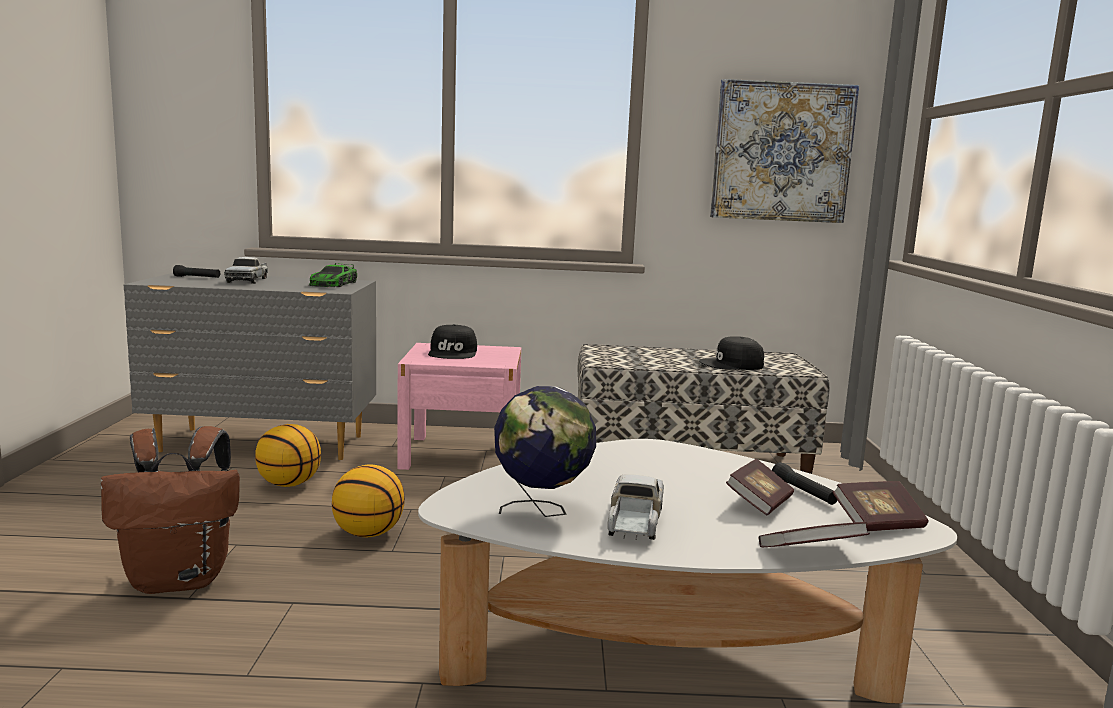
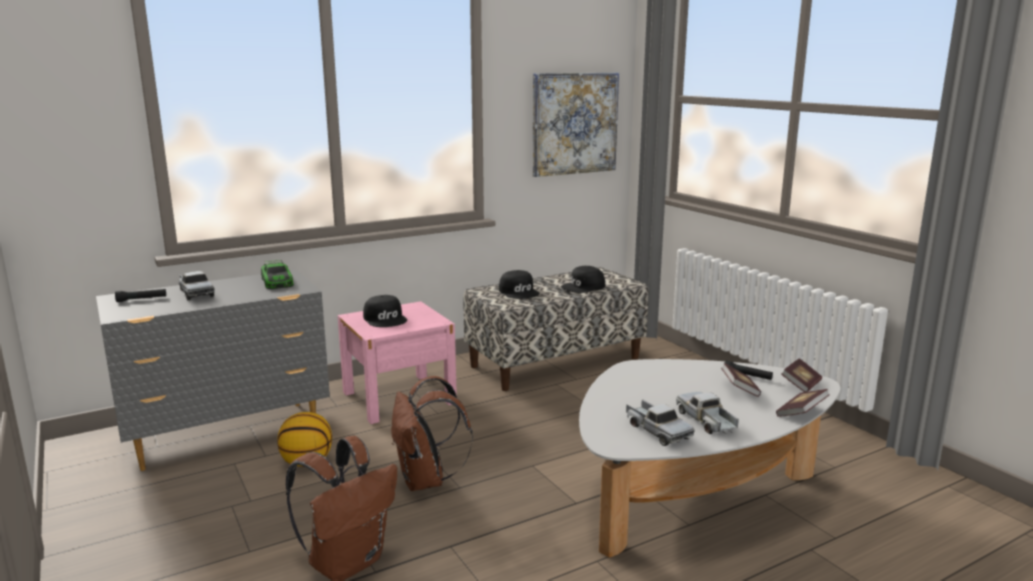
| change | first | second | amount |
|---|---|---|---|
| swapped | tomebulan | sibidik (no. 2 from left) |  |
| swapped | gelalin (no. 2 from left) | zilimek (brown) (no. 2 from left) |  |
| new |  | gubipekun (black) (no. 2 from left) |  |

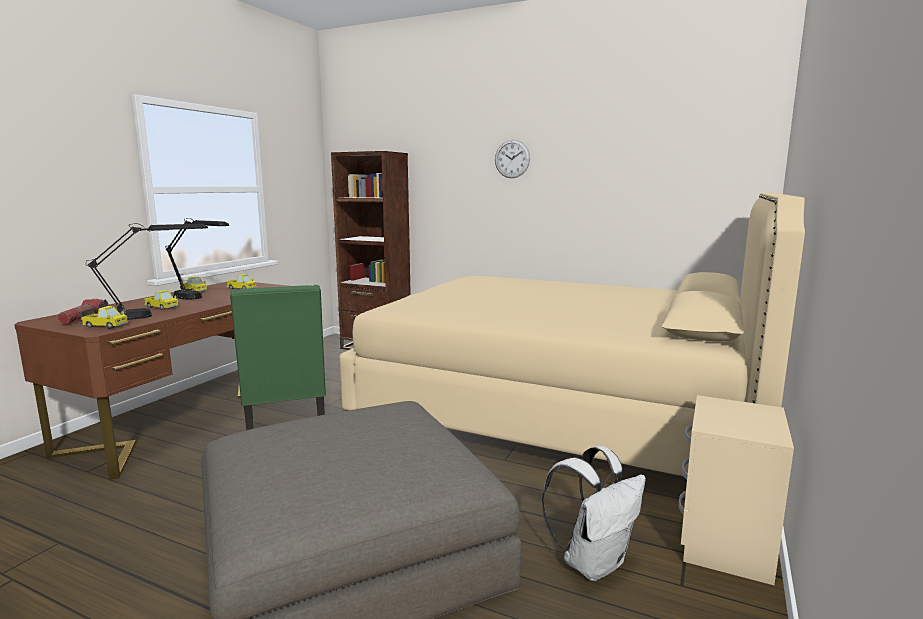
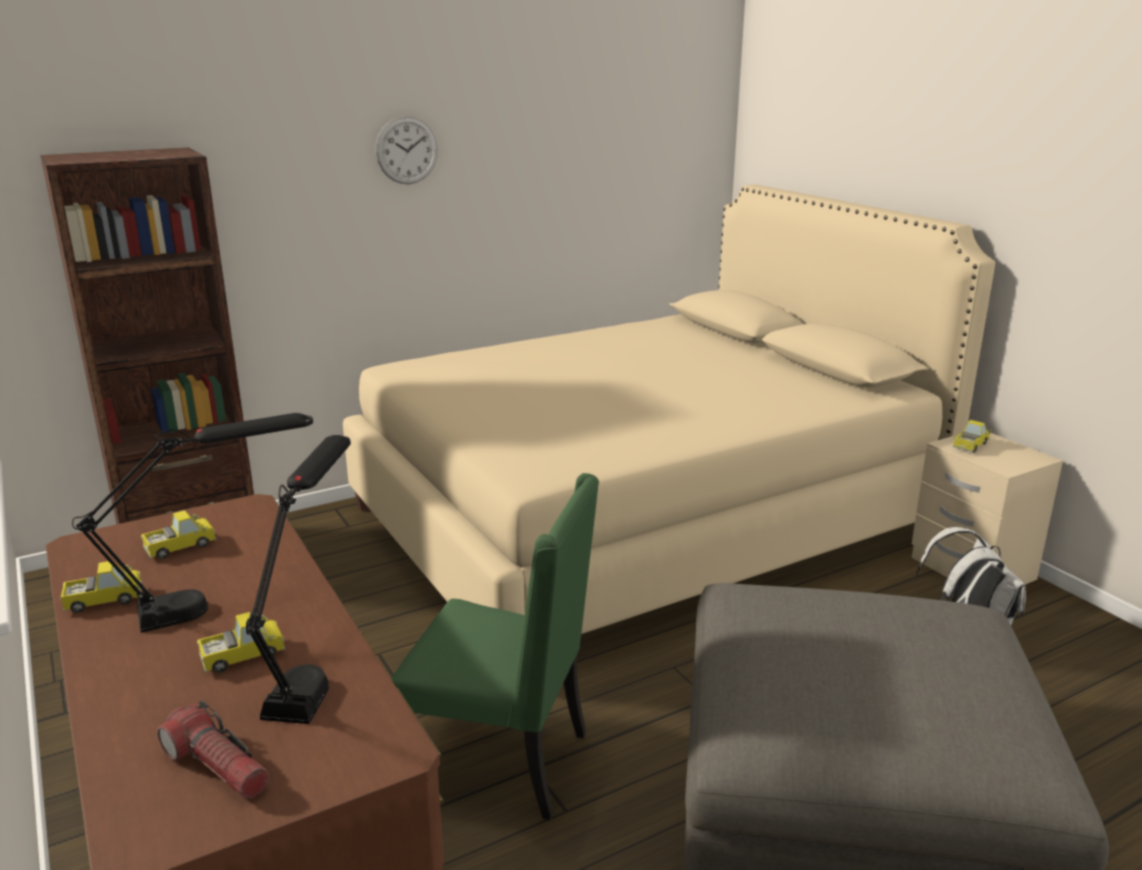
| change | first | second | amount |
|---|---|---|---|
| shifted | sibidik (no. 1 from left in the first image) | sibidik (no. 4 from left) |  |

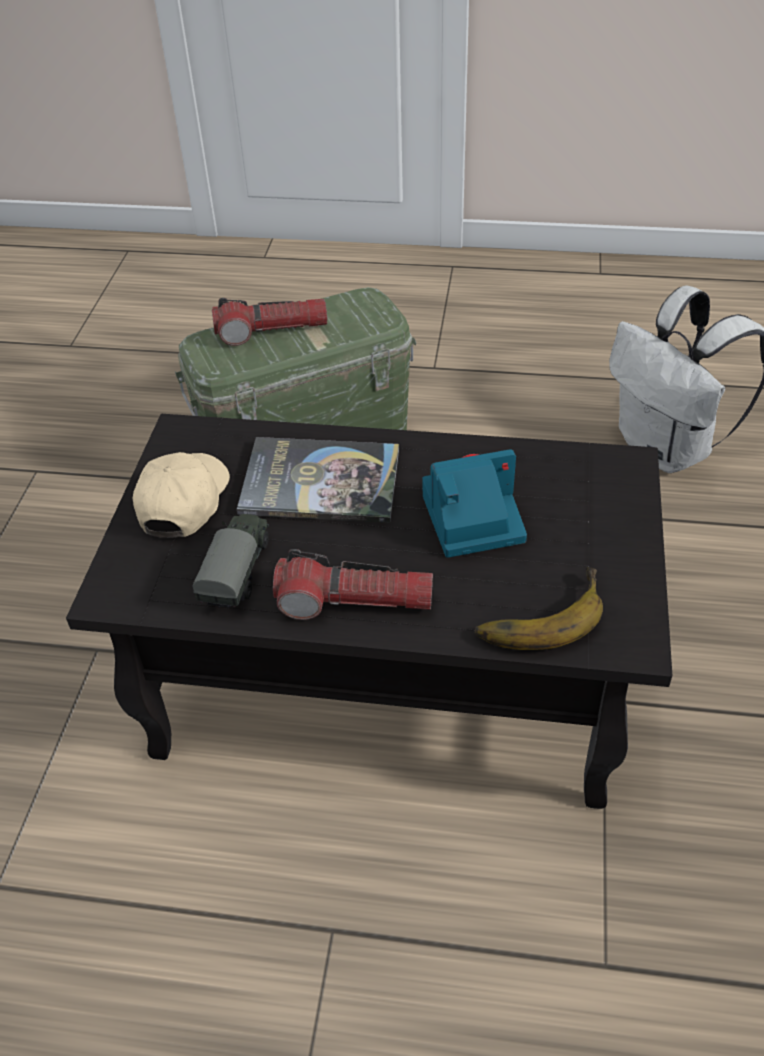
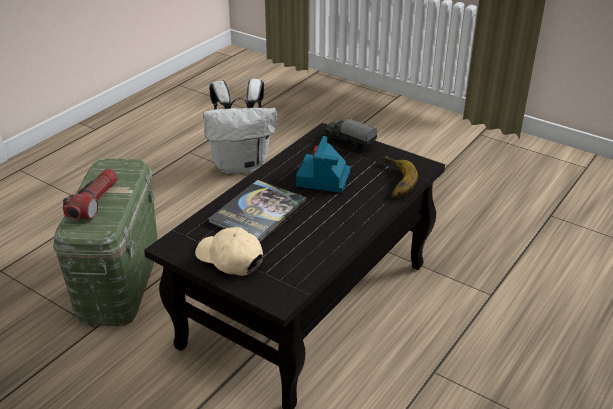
| change | first | second | amount |
|---|---|---|---|
| shifted | sibidik |  |  |
| gone | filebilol (no. 2 from left) |  |  |

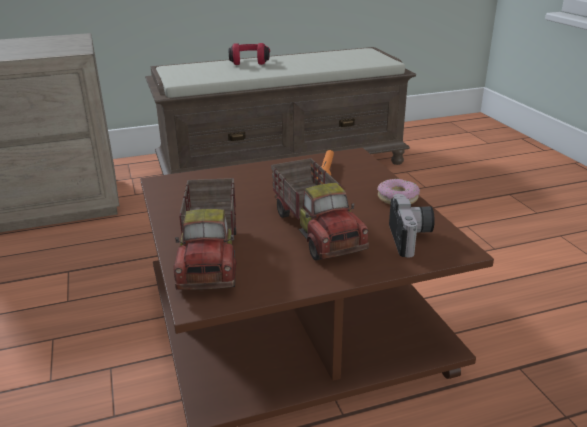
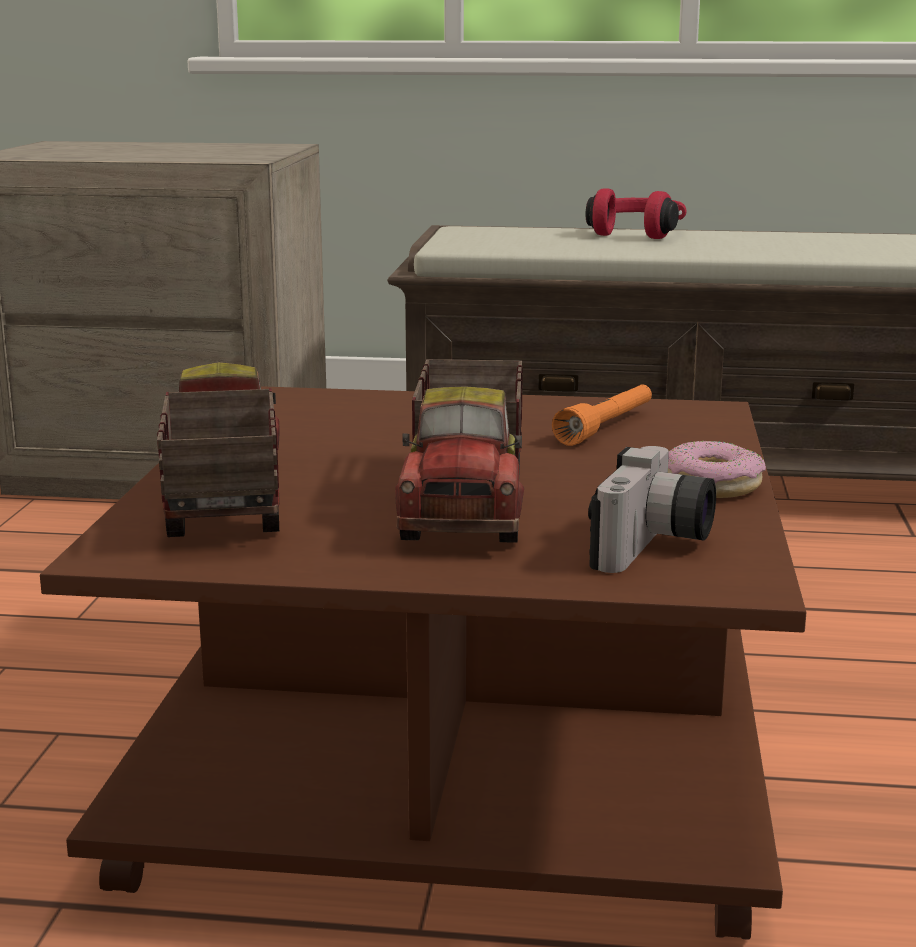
| change | first | second | amount |
|---|---|---|---|
| rotated | sibidik (no. 1 from left) |  | 150 degrees clockwise |

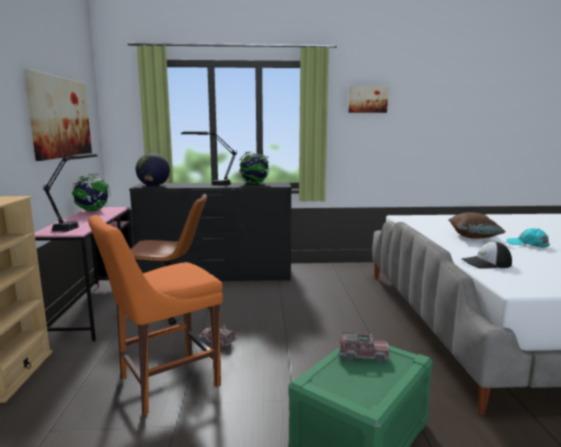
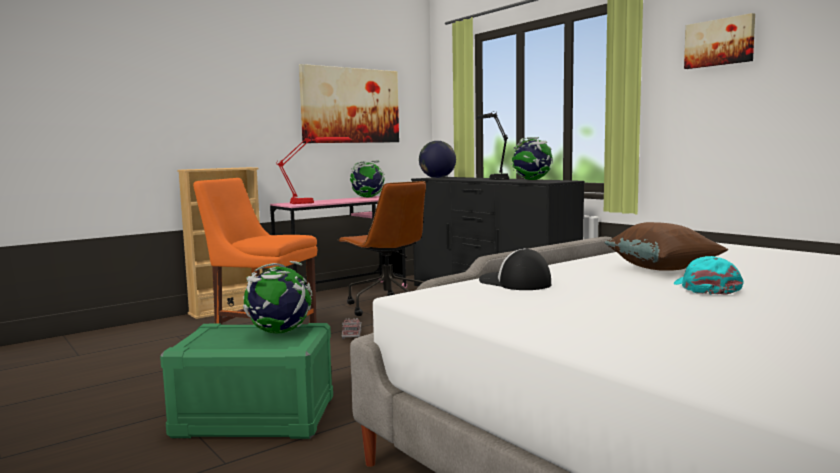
| change | first | second | amount |
|---|---|---|---|
| repainted | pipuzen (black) (no. 1 from left) | pipuzen (red) |  |
| swapped | sibidik (no. 2 from left) | tomebulan (no. 1 from left) |  |

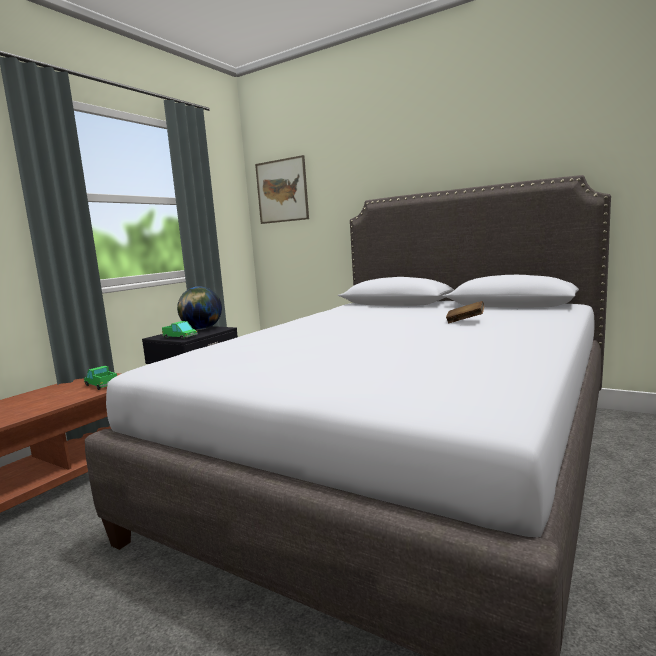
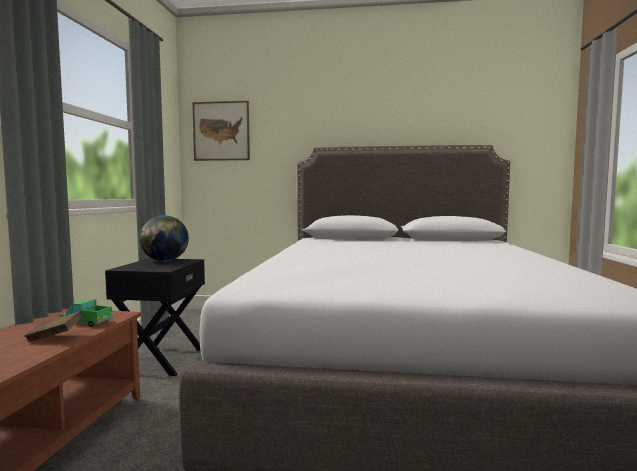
| change | first | second | amount |
|---|---|---|---|
| shifted | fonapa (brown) |  |  |
| gone | sibidik (no. 2 from left) |  |  |

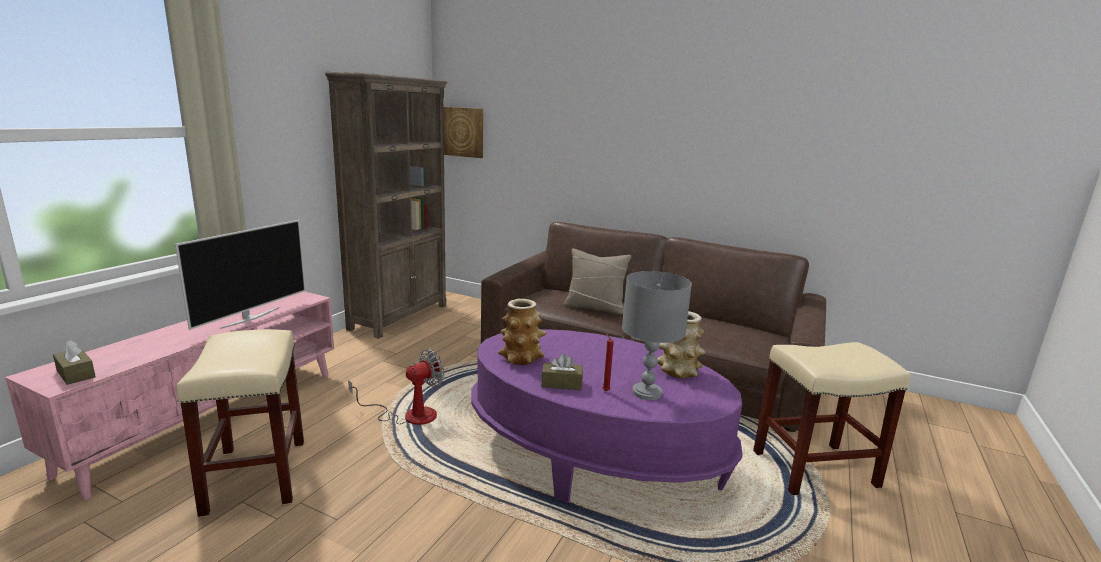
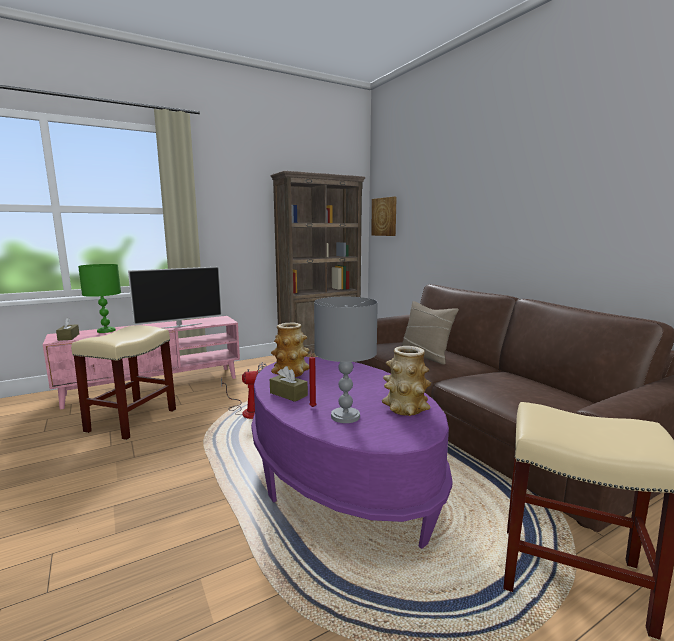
| change | first | second | amount |
|---|---|---|---|
| new |  | pipuzen (green) |  |

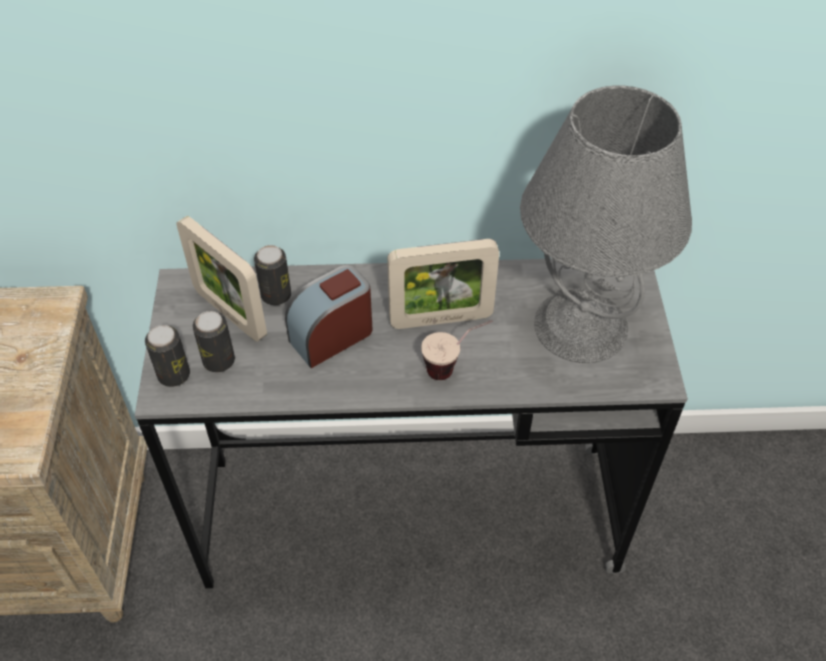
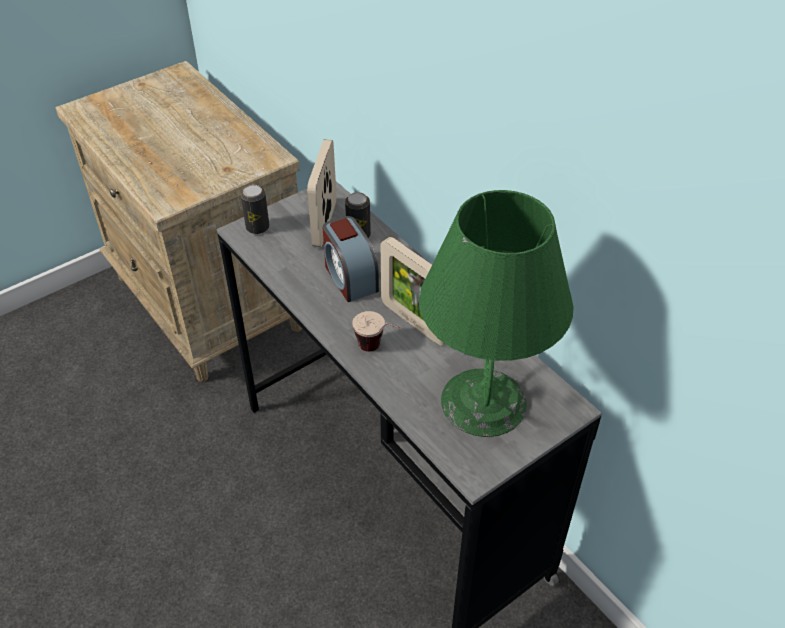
| change | first | second | amount |
|---|---|---|---|
| repainted | pipuzen (grey) | pipuzen (green) |  |
| rotated | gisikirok |  | 135 degrees counterclockwise |
| gone | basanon (no. 2 from left) |  |  |

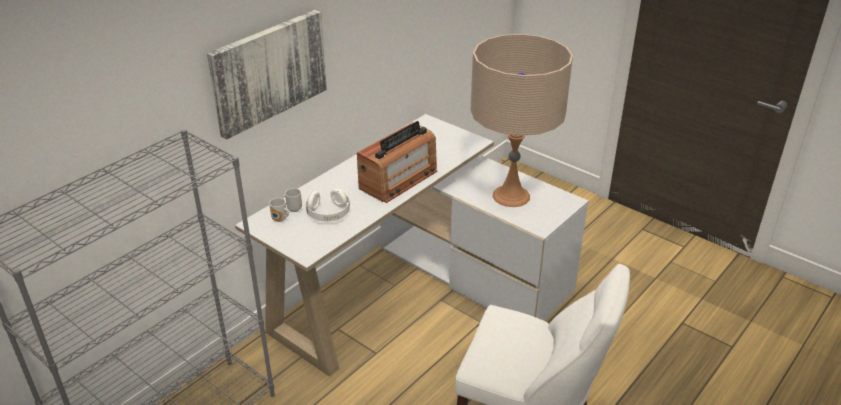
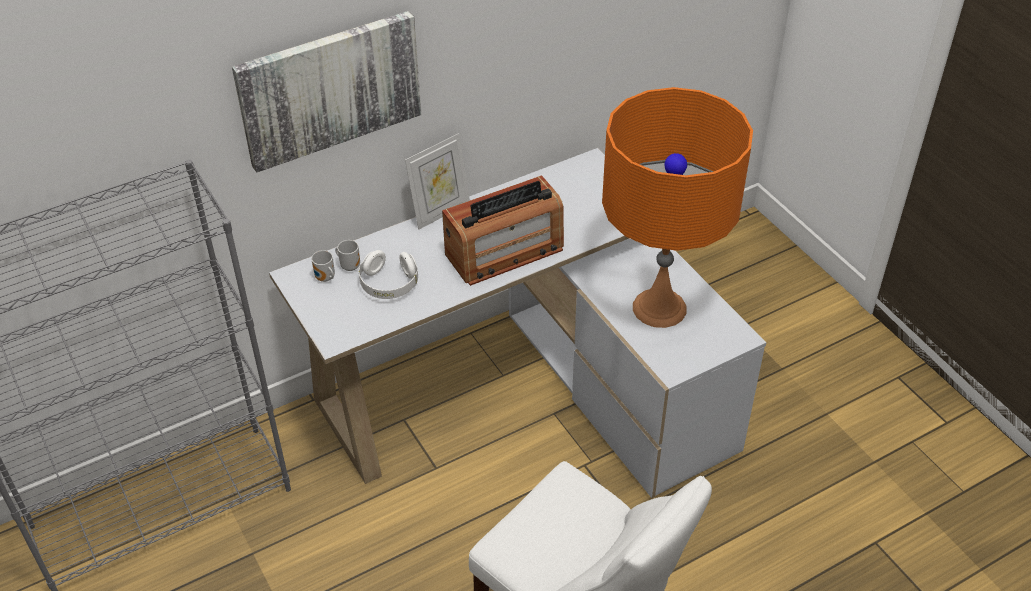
| change | first | second | amount |
|---|---|---|---|
| repainted | pipuzen (beige) | pipuzen (orange) |  |
| new |  | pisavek |  |

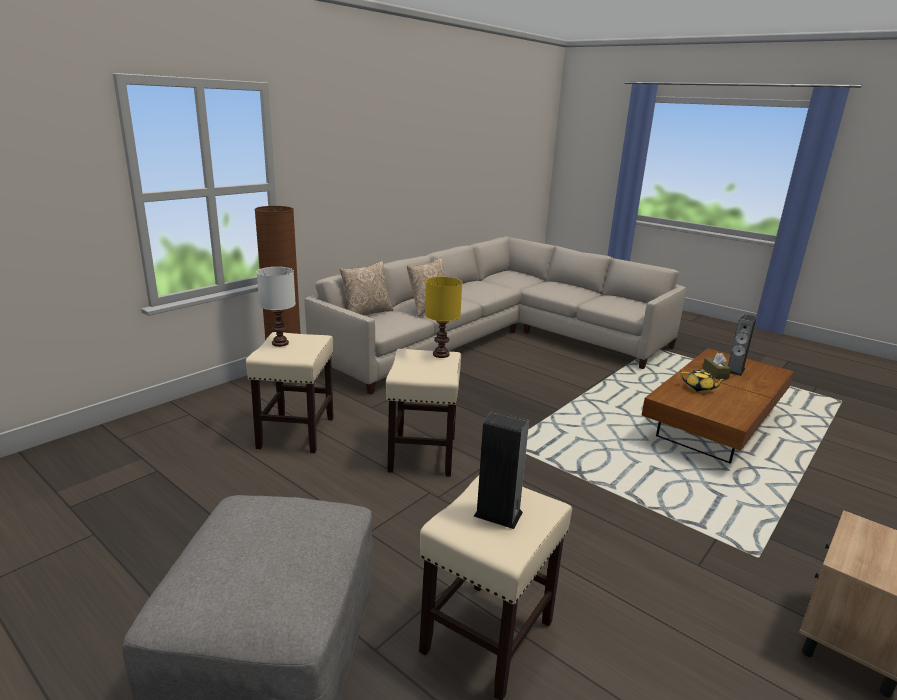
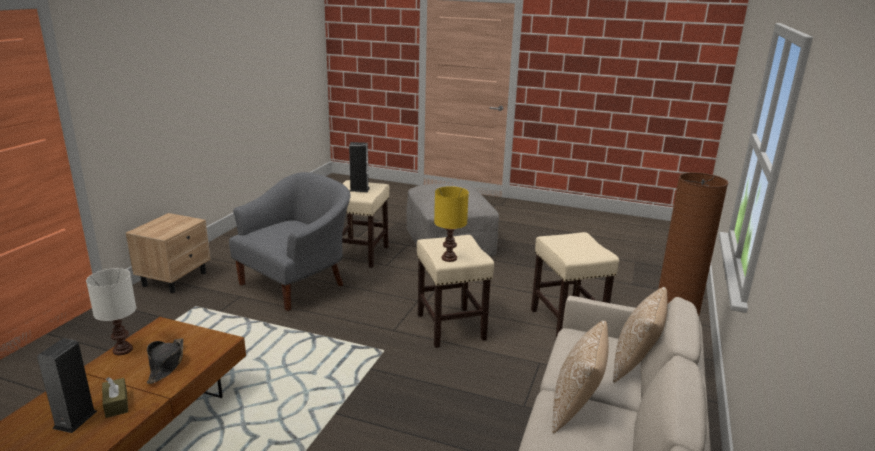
| change | first | second | amount |
|---|---|---|---|
| shifted | pipuzen (white) |  |  |
| swapped | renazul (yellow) | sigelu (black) |  |
| new |  | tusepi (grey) |  |

